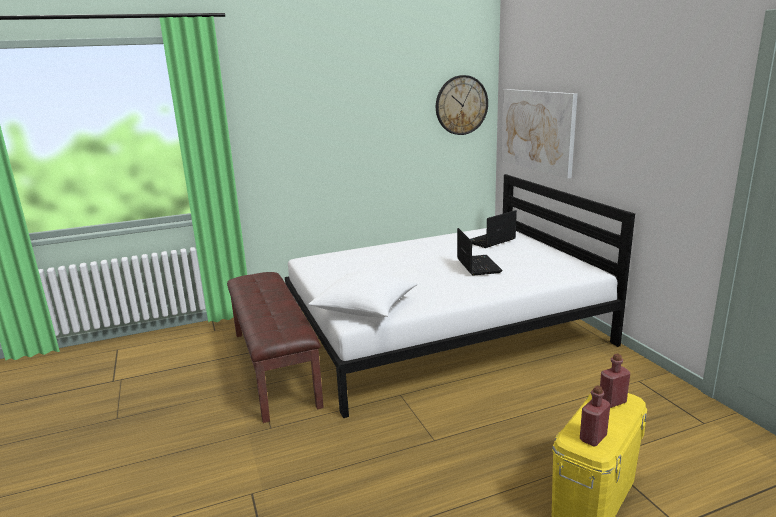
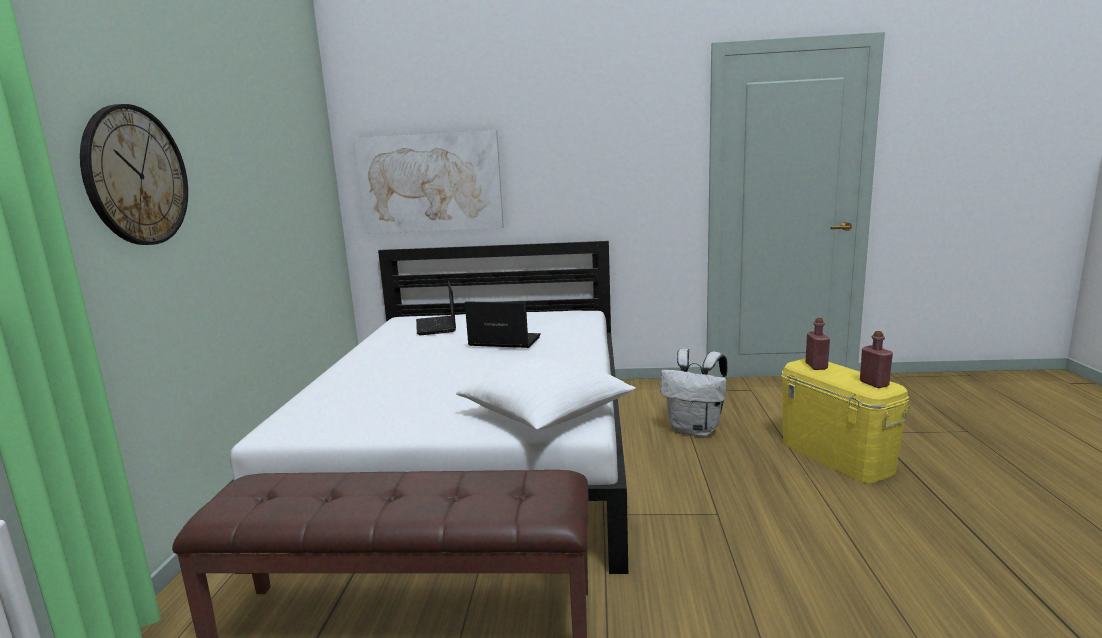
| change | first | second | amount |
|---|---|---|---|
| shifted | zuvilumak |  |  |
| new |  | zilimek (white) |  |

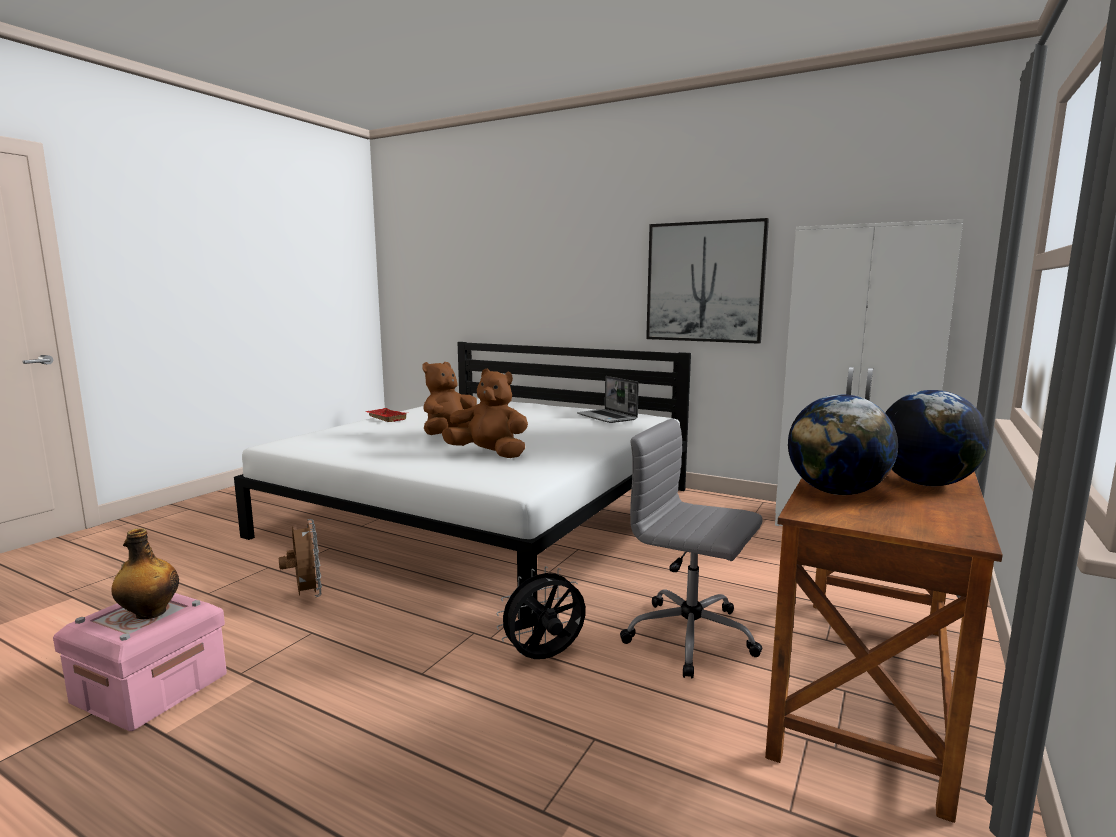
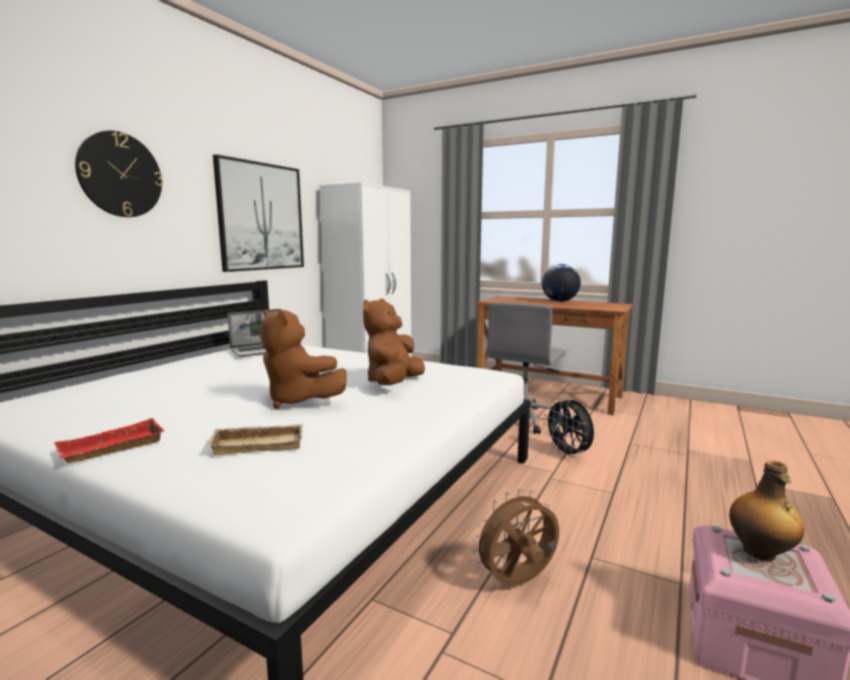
| change | first | second | amount |
|---|---|---|---|
| gone | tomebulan (no. 1 from left) |  |  |
| new |  | zuvilumak |  |
| new |  | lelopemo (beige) |  |

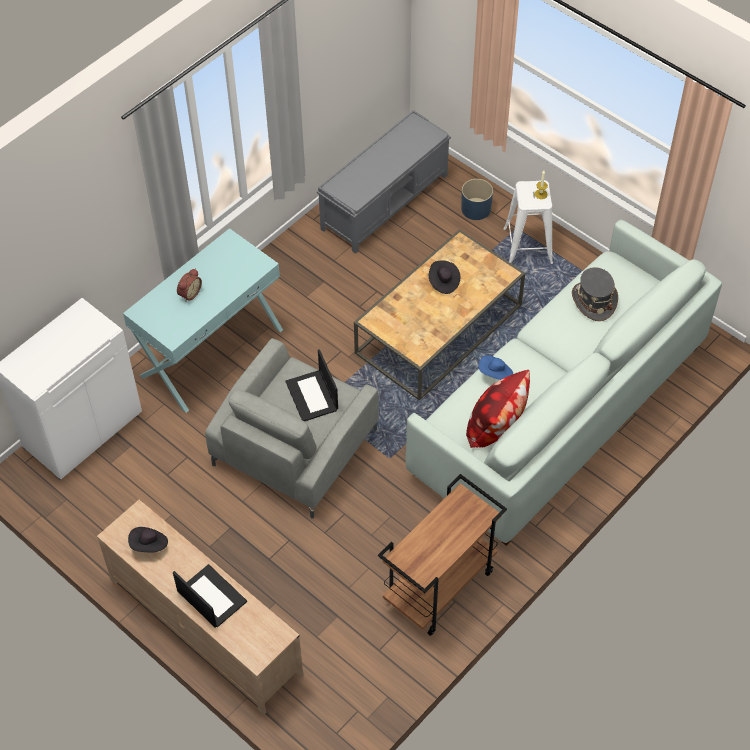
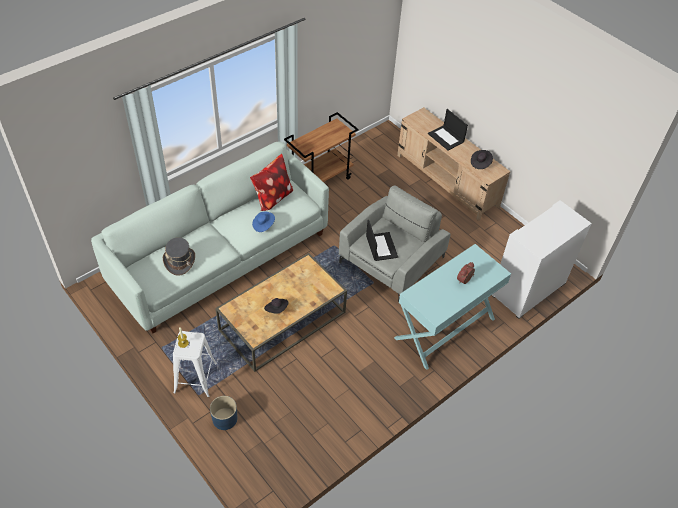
| change | first | second | amount |
|---|---|---|---|
| gone | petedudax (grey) |  |  |

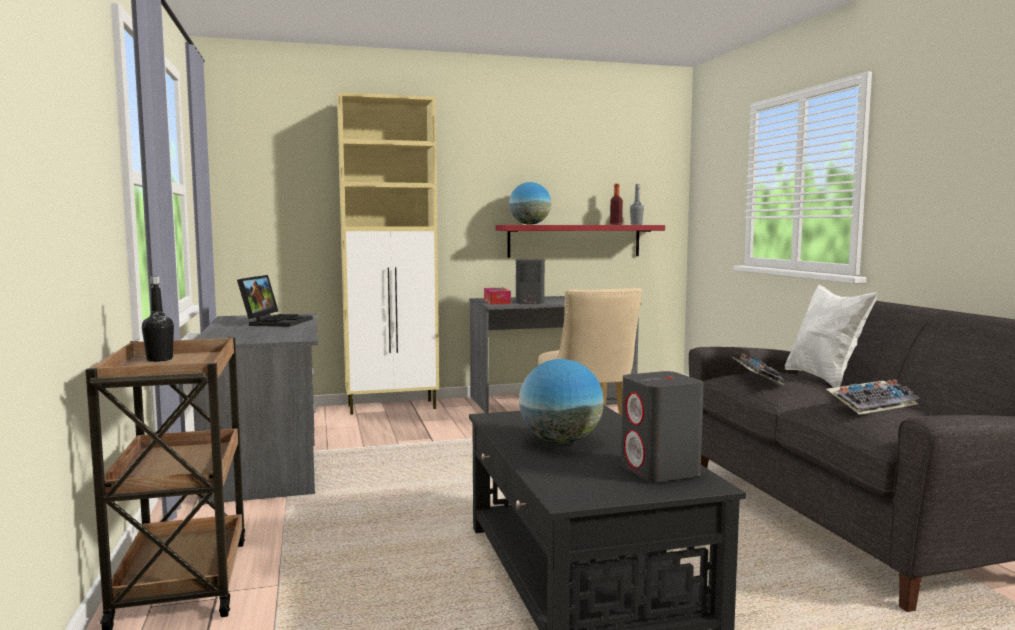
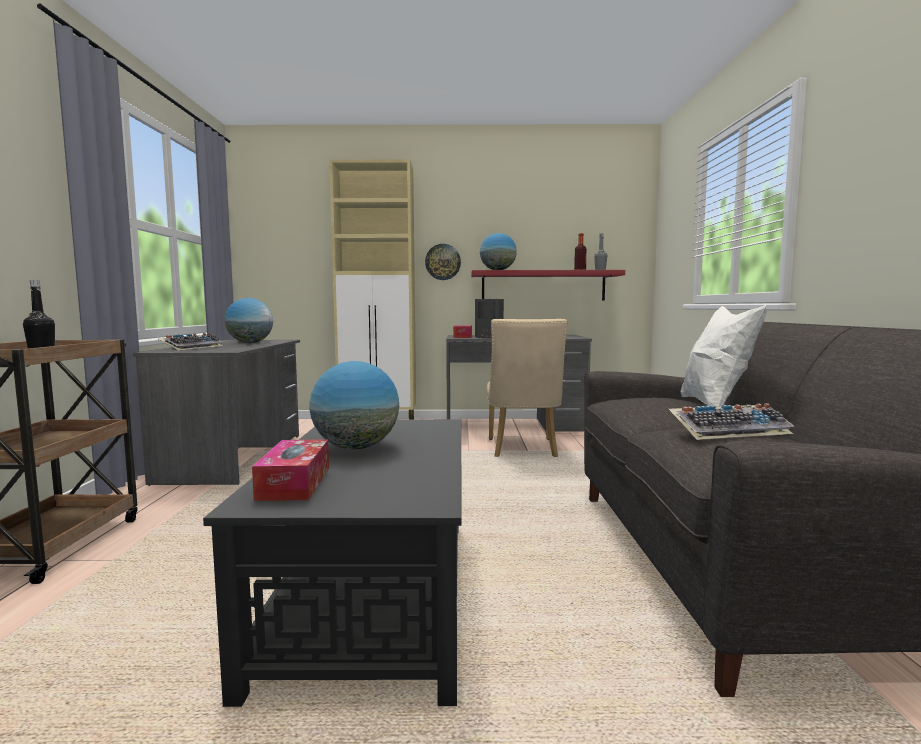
| change | first | second | amount |
|---|---|---|---|
| swapped | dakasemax | tomebulan (no. 1 from left) |  |
| shifted | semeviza (no. 1 from left) |  |  |
| gone | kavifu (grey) (no. 2 from left) |  |  |
| new |  | zuvilumak |  |
| new |  | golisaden (no. 1 from left) |  |

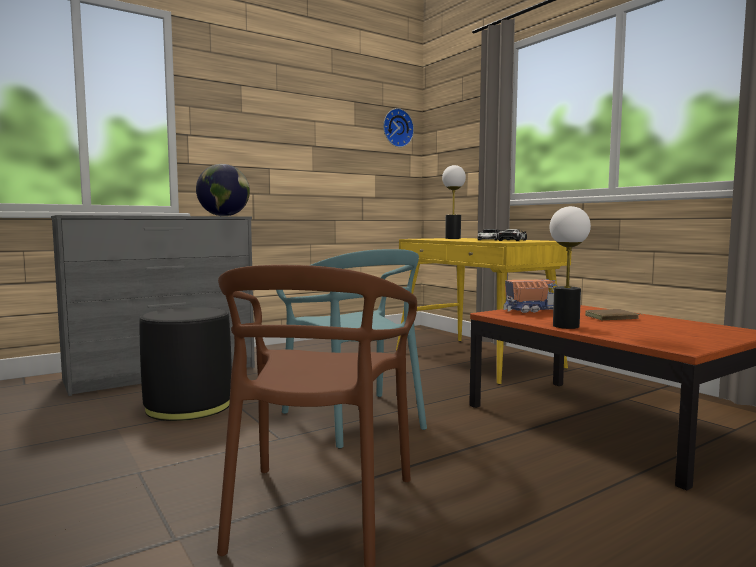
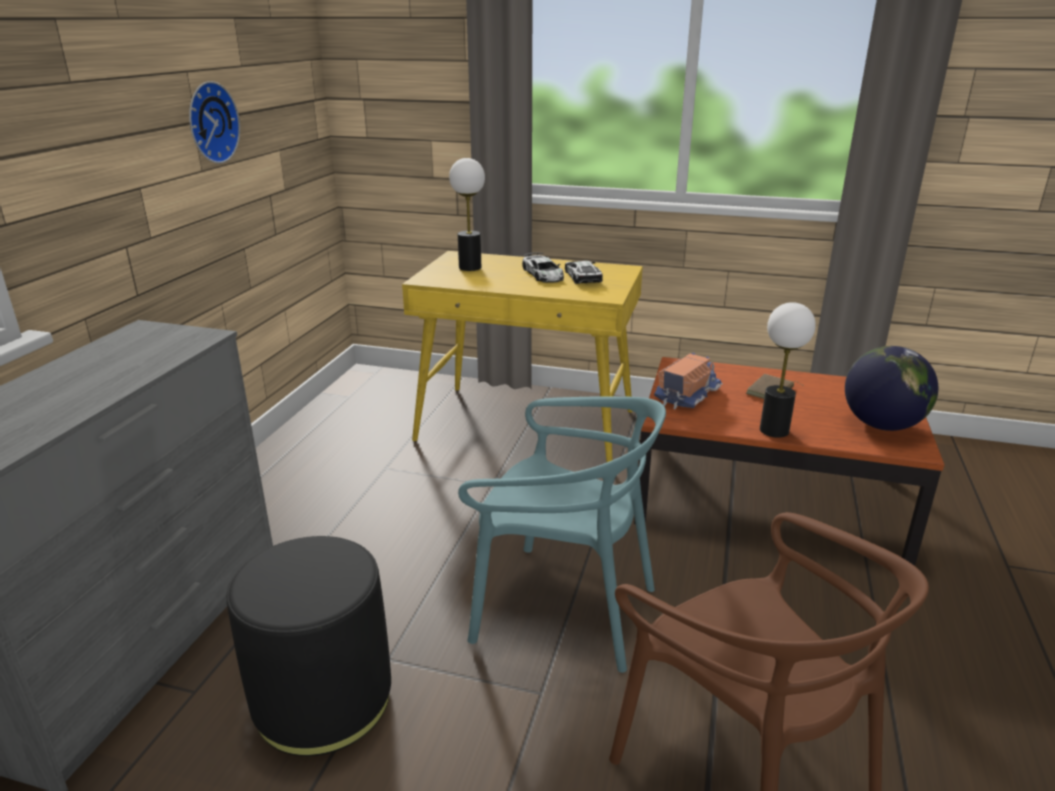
| change | first | second | amount |
|---|---|---|---|
| shifted | zuvilumak |  |  |
| shifted | tomebulan |  |  |

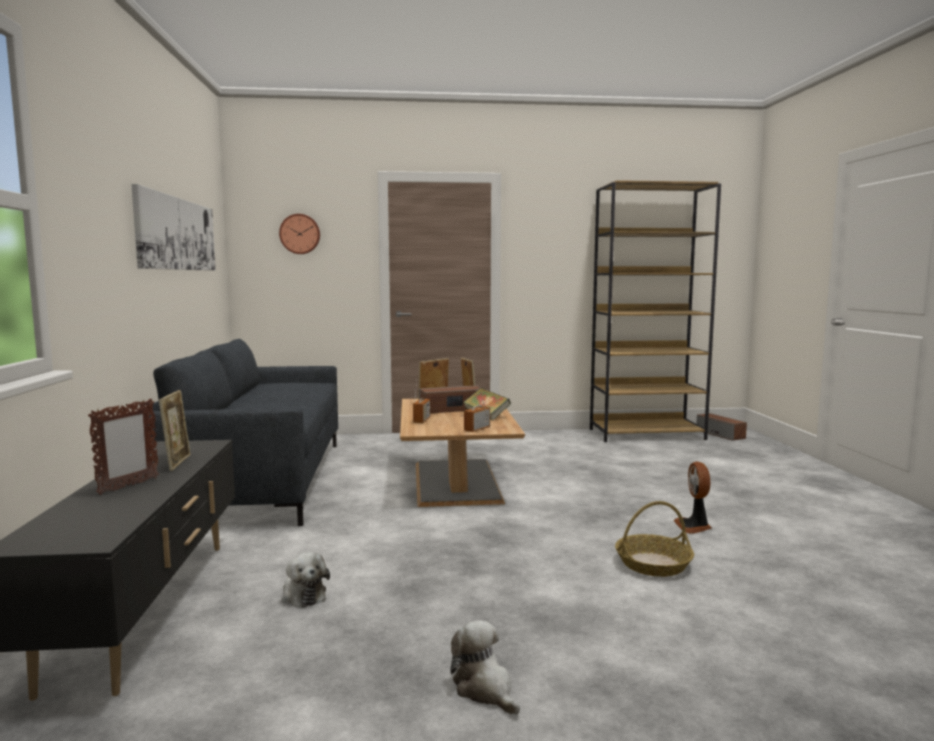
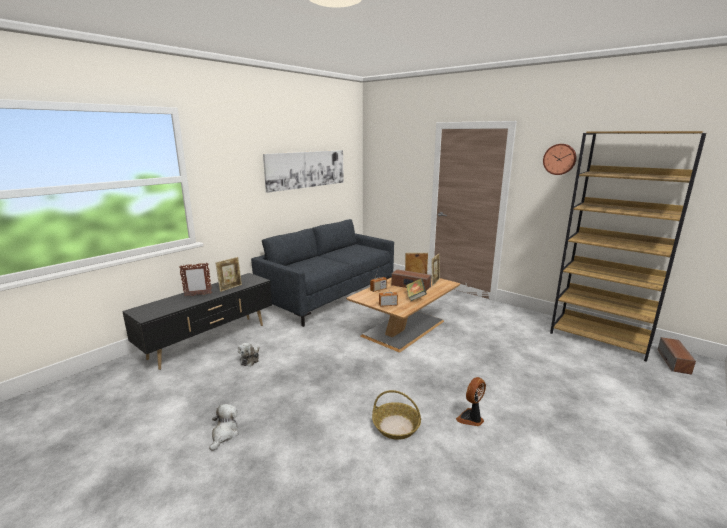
| change | first | second | amount |
|---|---|---|---|
| shifted | zuvilumak |  |  |

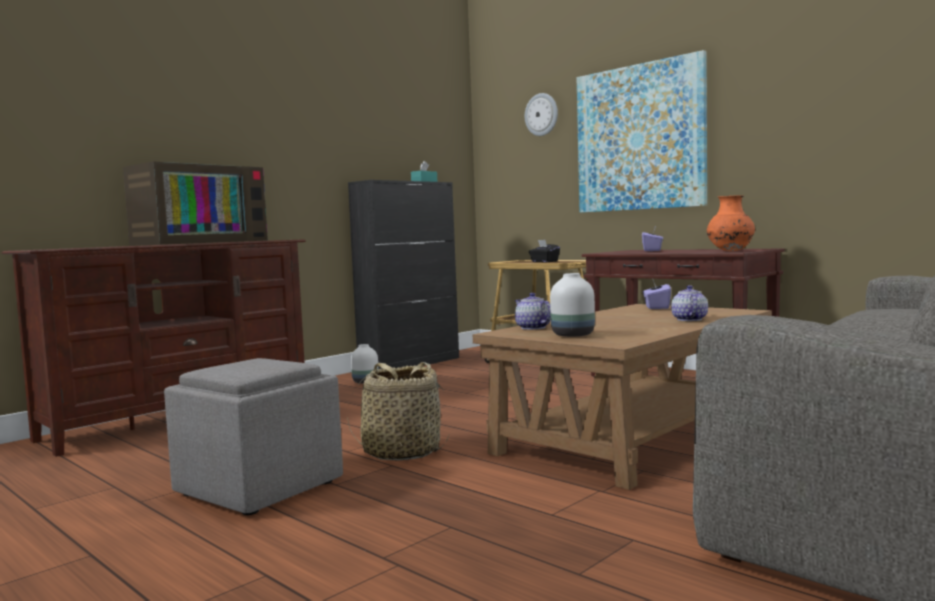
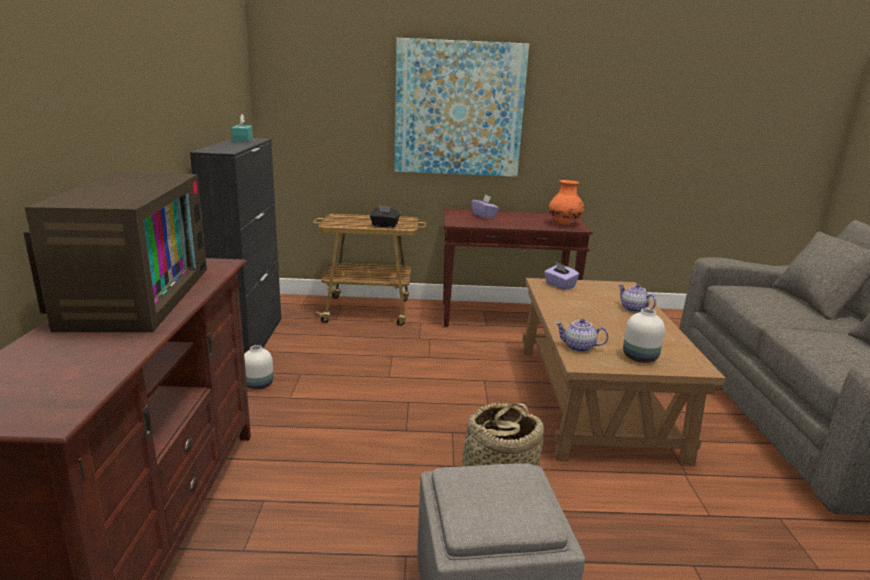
| change | first | second | amount |
|---|---|---|---|
| gone | zuvilumak |  |  |

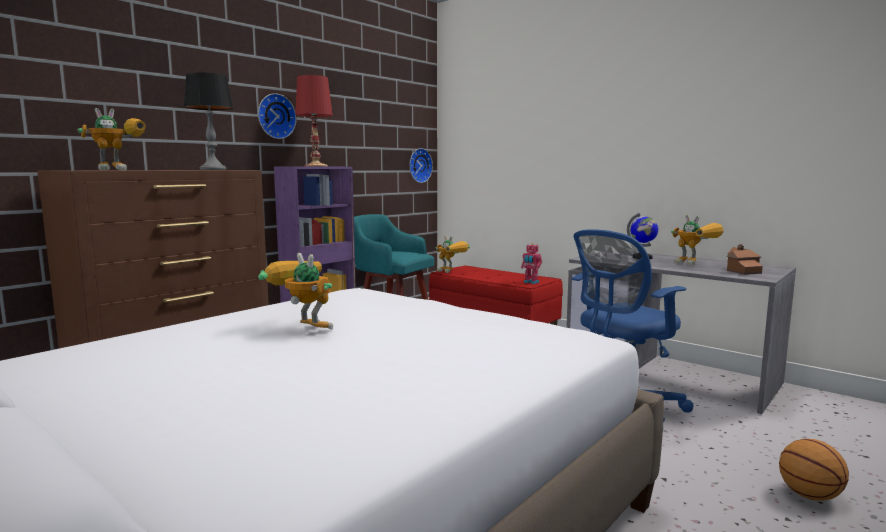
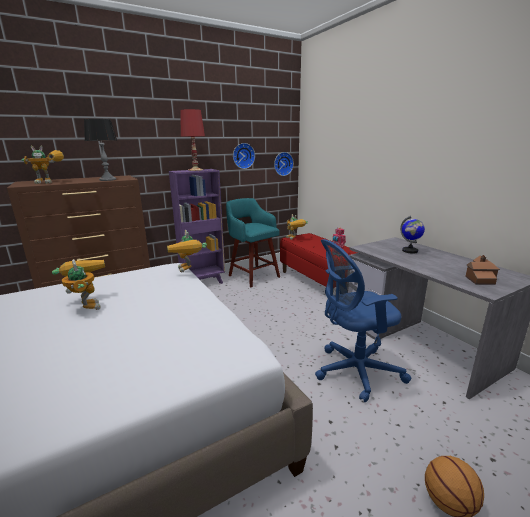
| change | first | second | amount |
|---|---|---|---|
| shifted | zuvilumak (no. 1 from left) |  |  |
| shifted | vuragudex (no. 5 from left in the first image) | vuragudex (no. 3 from left) |  |

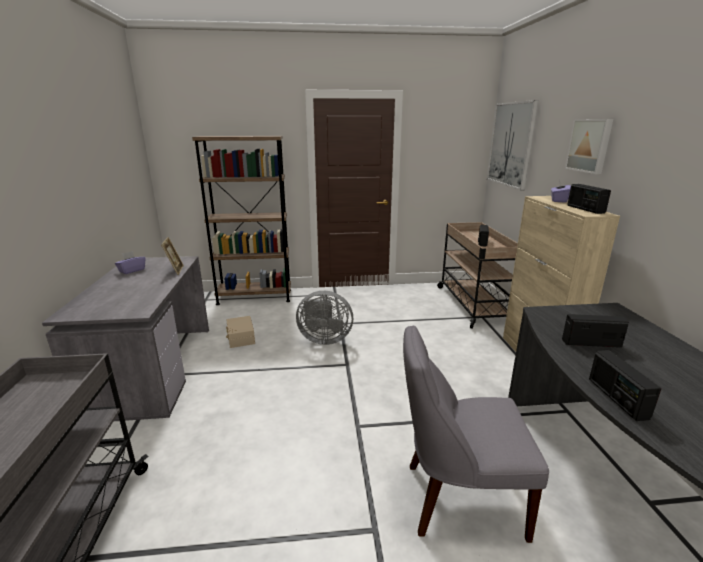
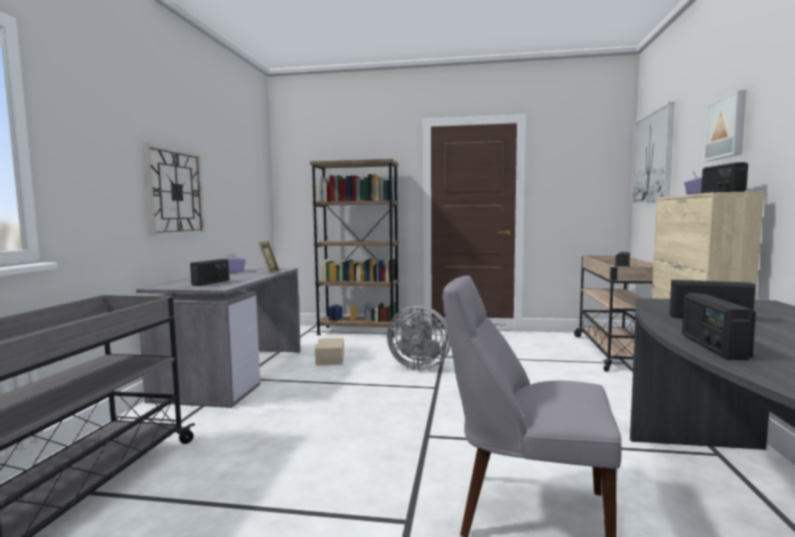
| change | first | second | amount |
|---|---|---|---|
| new |  | zuvilumak |  |
| new |  | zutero (no. 1 from left) |  |

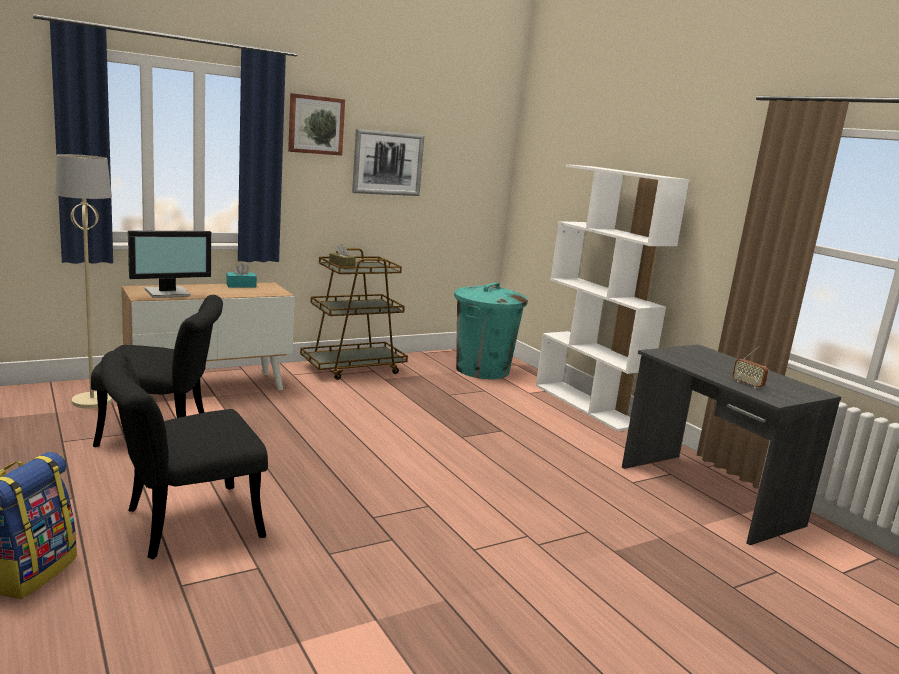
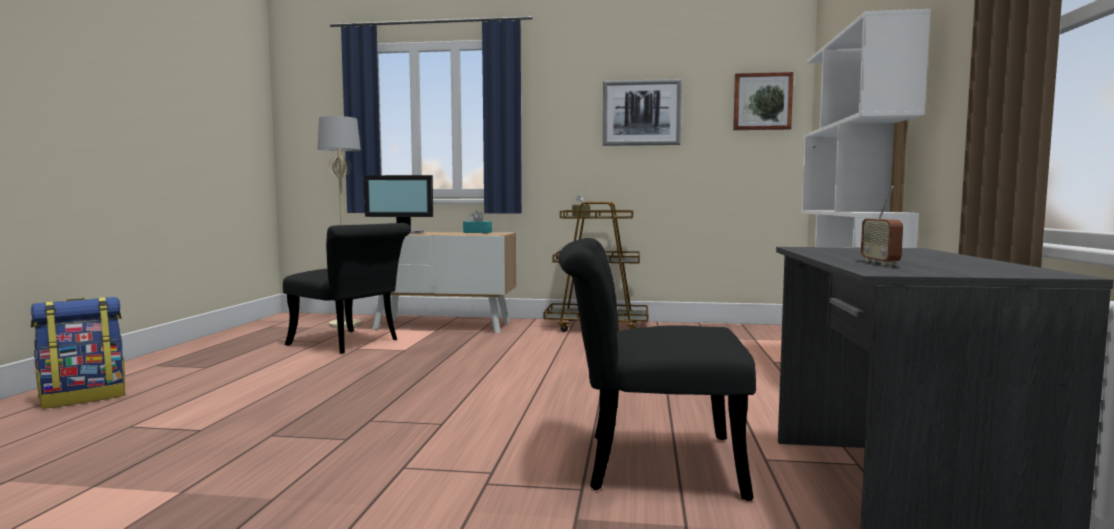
| change | first | second | amount |
|---|---|---|---|
| shifted | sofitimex (no. 1 from left in the first image) | sofitimex (no. 2 from left) |  |
| gone | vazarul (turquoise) |  |  |
| shifted | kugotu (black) (no. 2 from left) |  |  |

